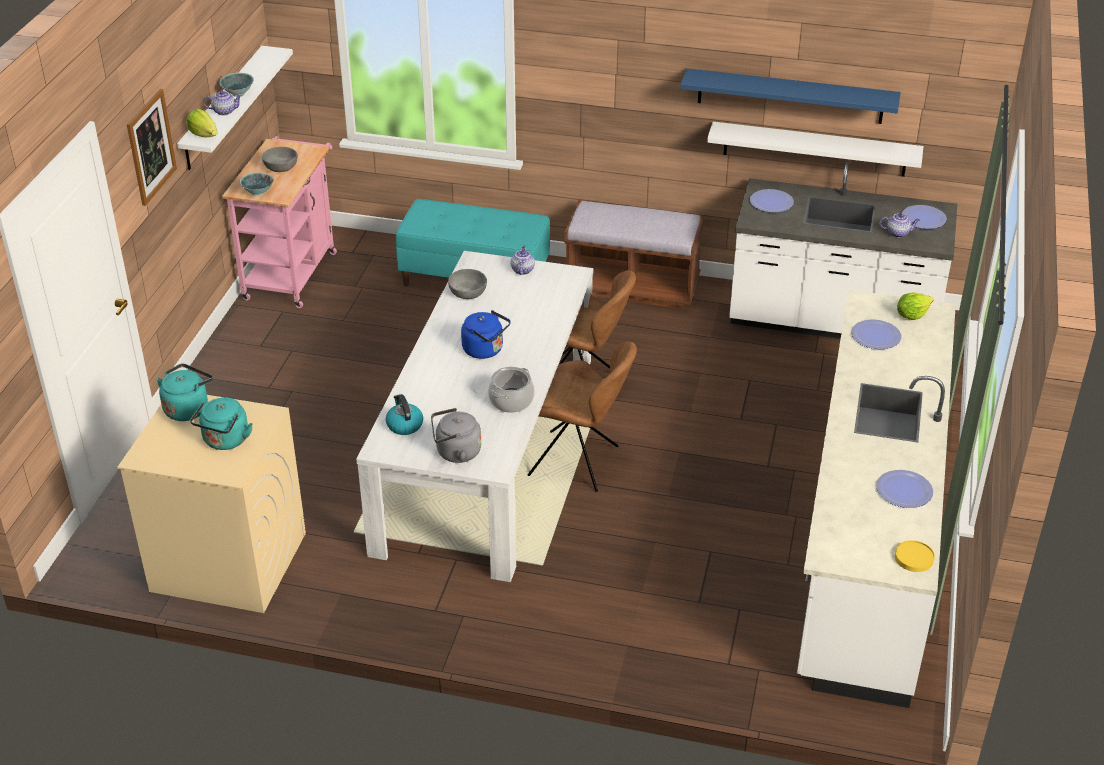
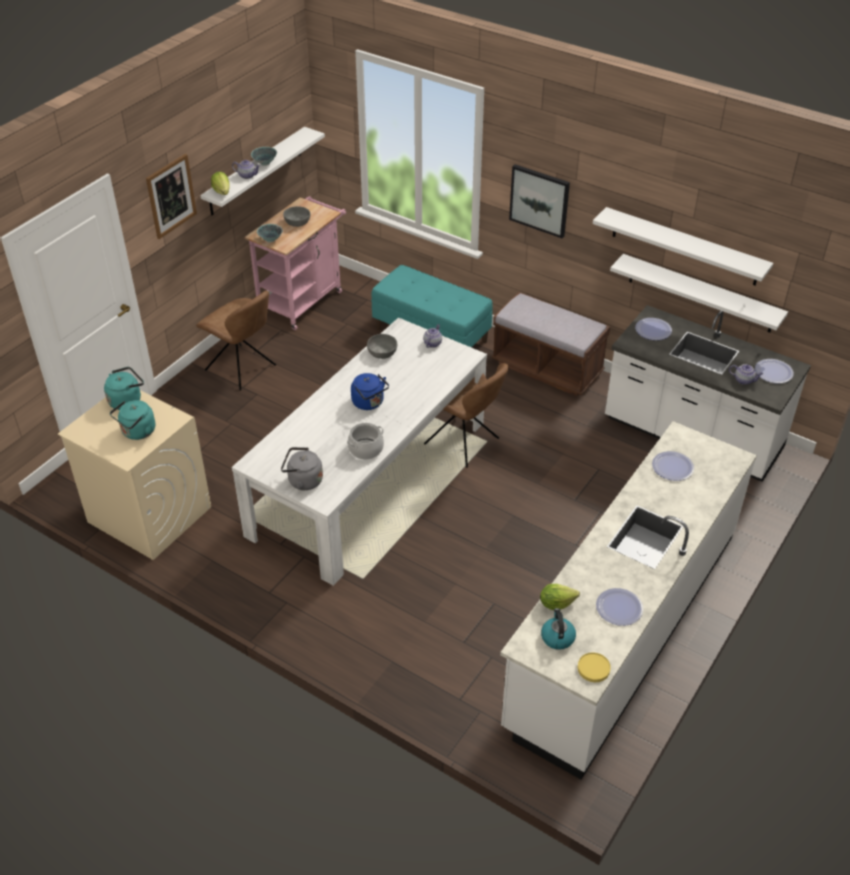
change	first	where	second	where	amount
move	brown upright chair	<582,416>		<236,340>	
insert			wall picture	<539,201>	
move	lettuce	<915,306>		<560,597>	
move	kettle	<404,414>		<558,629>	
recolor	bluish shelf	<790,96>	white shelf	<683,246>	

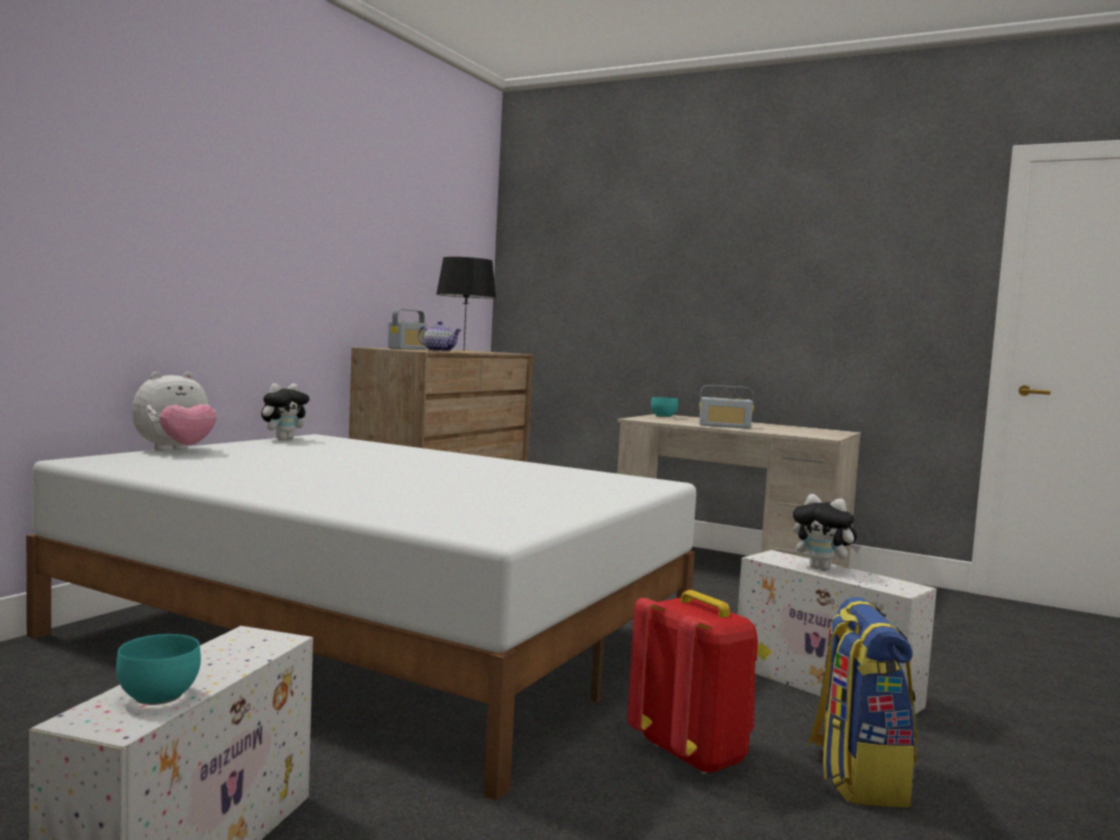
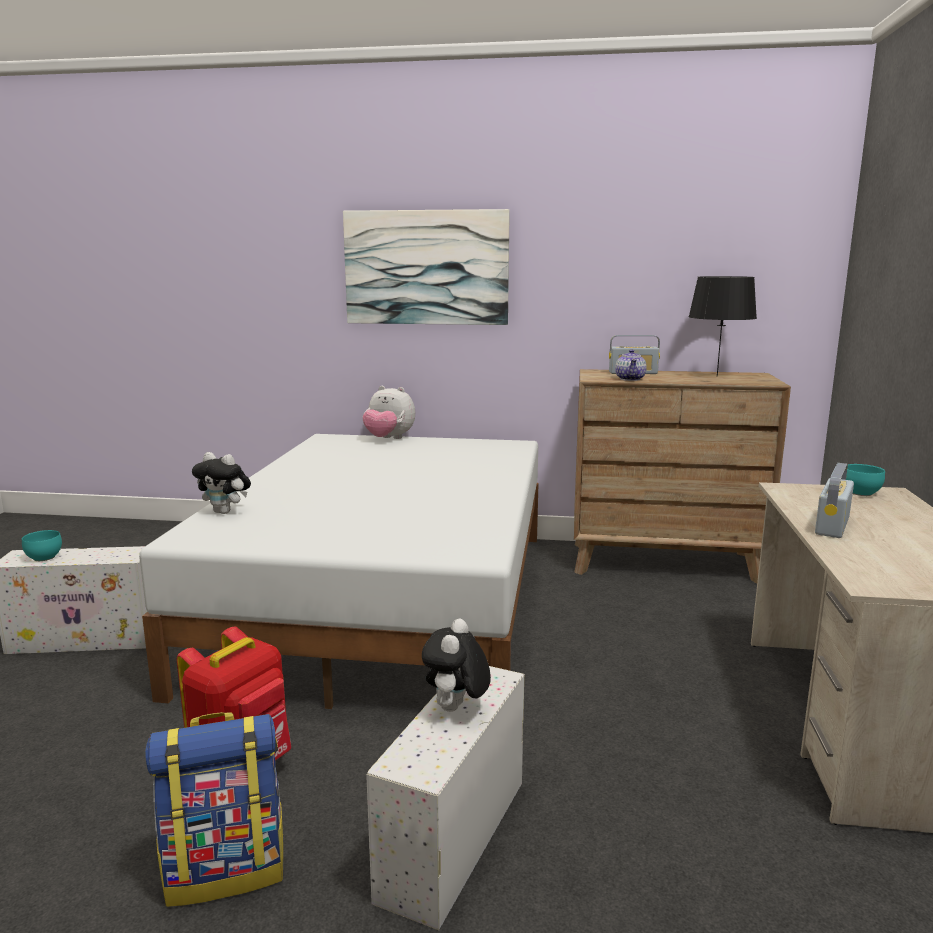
change	first	where	second	where	amount
move	soft toy	<285,411>		<221,483>	
insert			wall picture	<426,267>	
rotate	radio	<726,407>		<834,500>	45 degrees clockwise

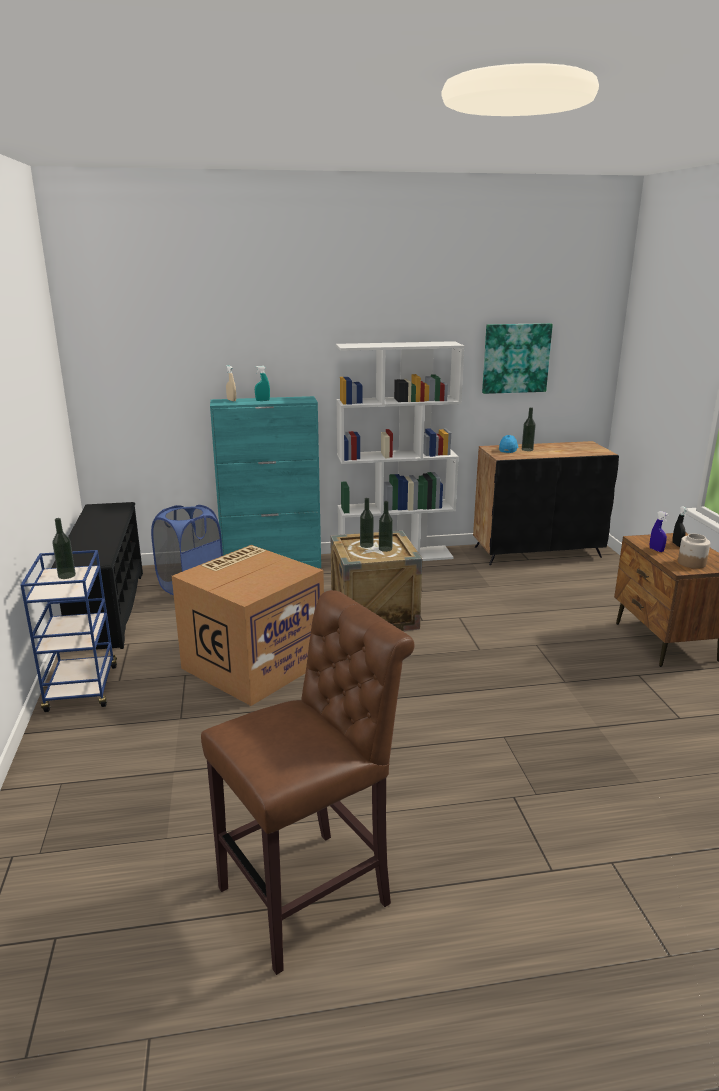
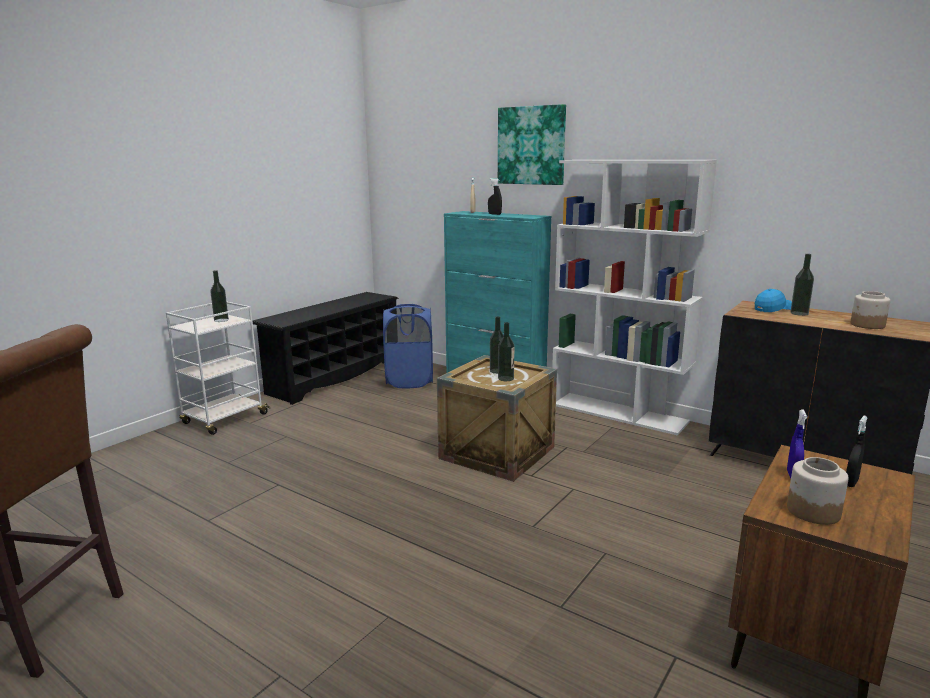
change	first	where	second	where	amount
recolor	bluish wheeled cart	<69,631>	white wheeled cart	<218,368>	
recolor	turquoise-coloured sprayer	<262,383>	black sprayer	<495,196>	
move	wall picture	<517,358>		<532,144>	
insert			jar	<870,310>	
delete	carton	<248,625>			

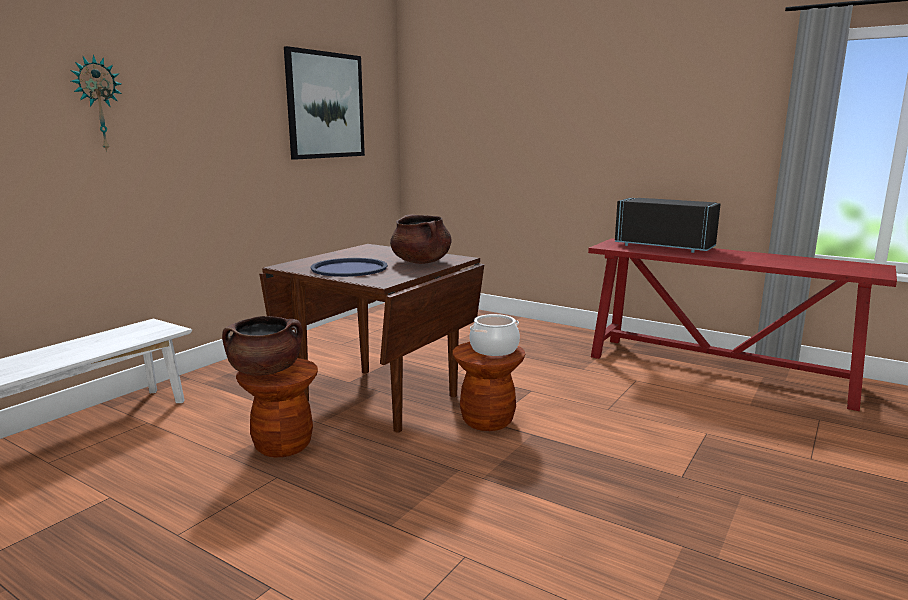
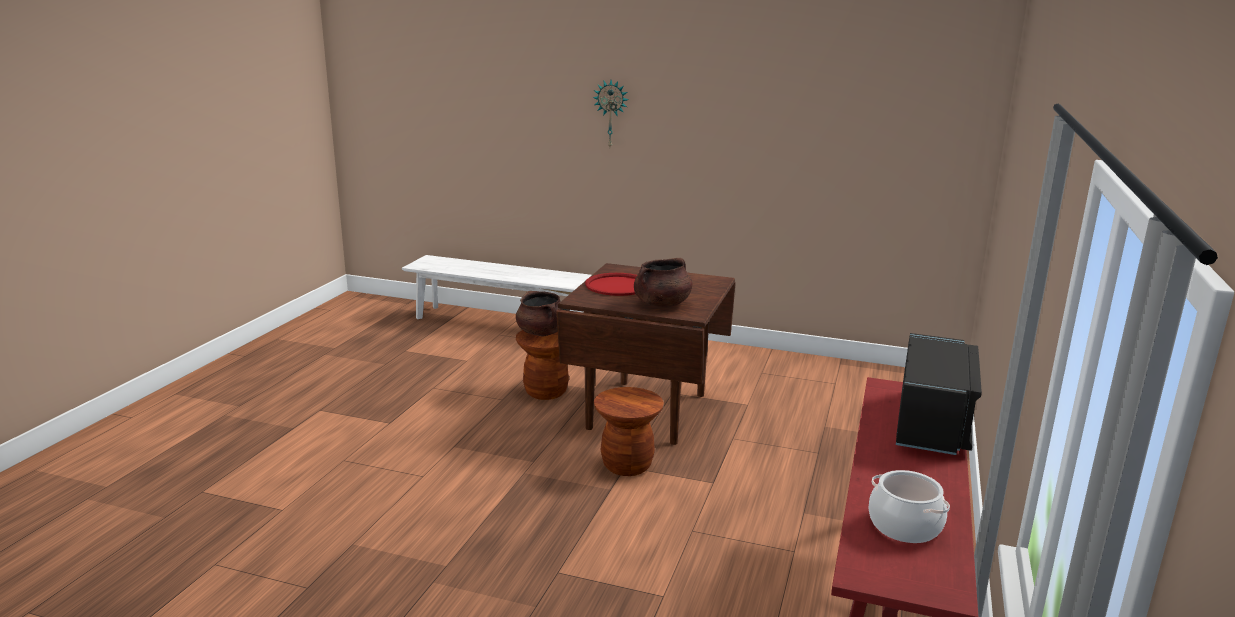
change	first	where	second	where	amount
recolor	bluish carrying tray	<349,267>	red carrying tray	<611,284>	
move	cooking pot	<495,335>		<909,506>	
delete	wall picture	<324,103>			

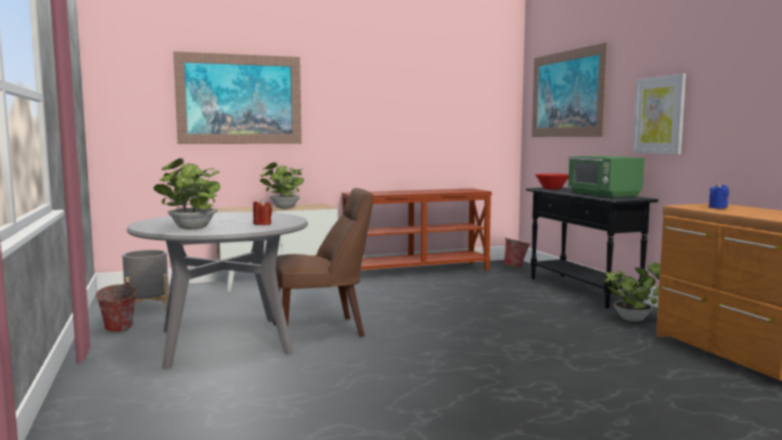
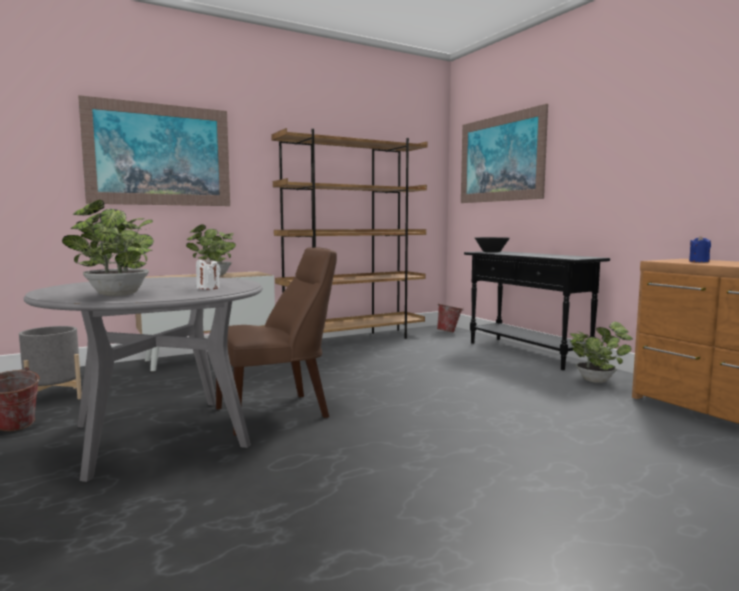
change	first	where	second	where	amount
recolor	red candle	<262,212>	white candle	<208,273>	
replace	brown console table	<416,229>	brown bookshelf	<349,233>	
recolor	red serving bowl	<552,182>	black serving bowl	<492,245>	
delete	green microwave oven	<606,177>			
delete	wall picture	<659,114>			

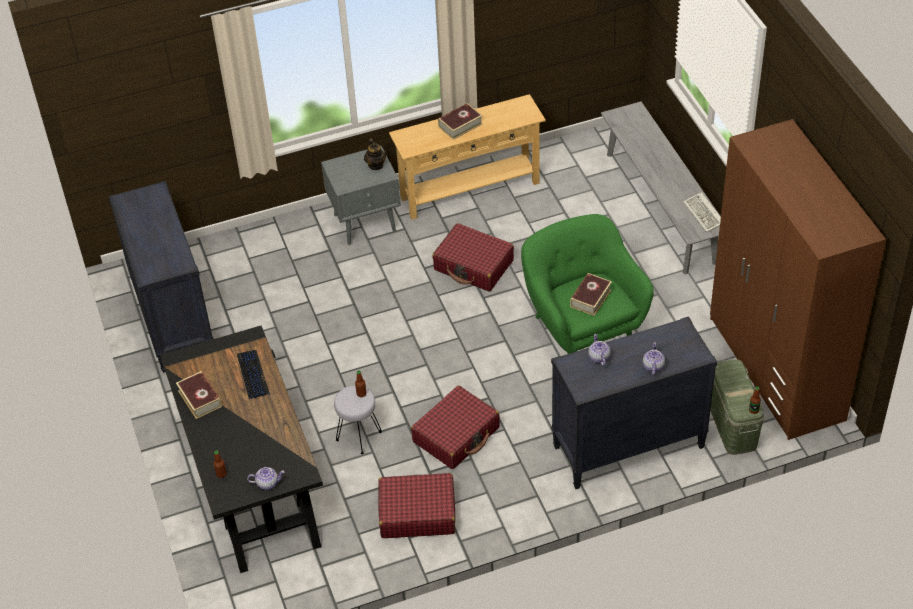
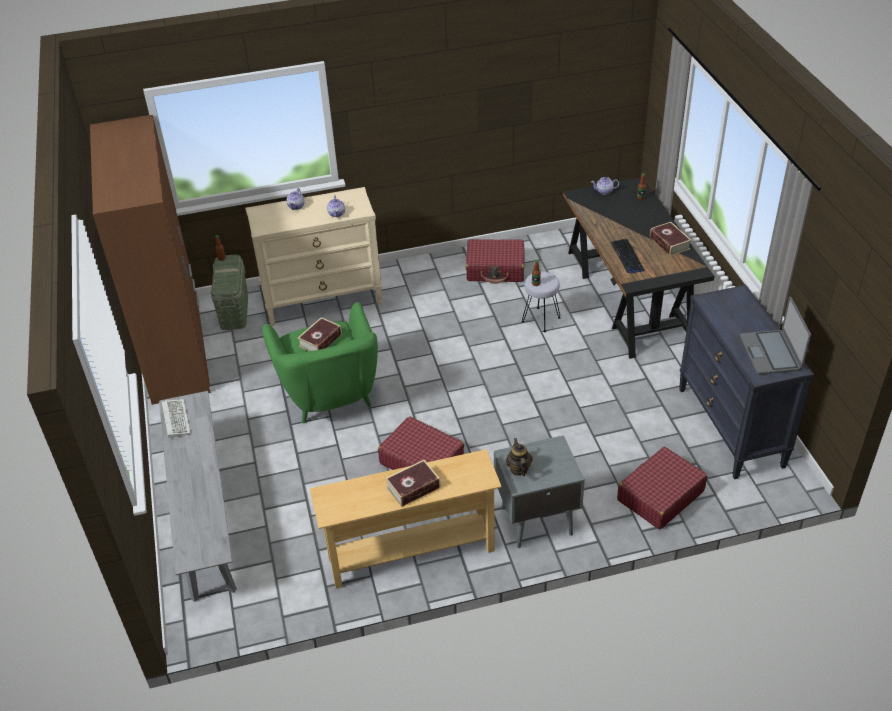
change	first	where	second	where	amount
recolor	black chest of drawers	<634,402>	beige chest of drawers	<313,256>	
move	red suitcase	<455,427>		<662,488>	
insert			laptop	<775,336>	

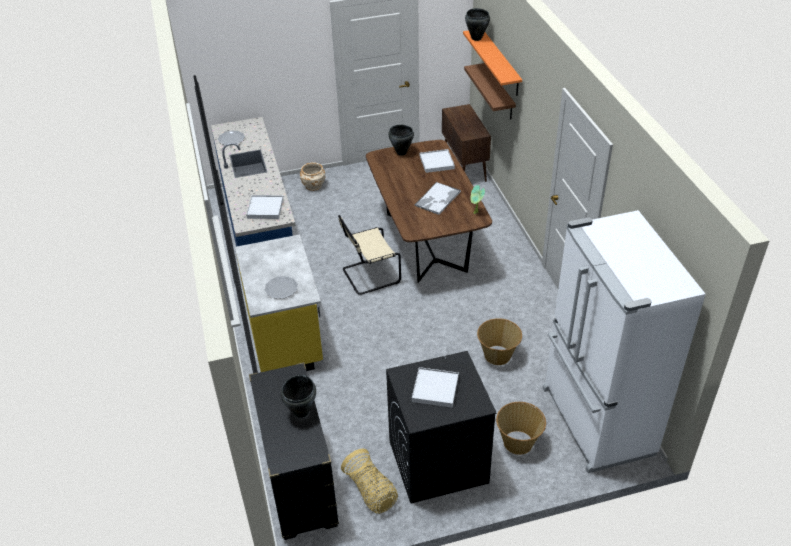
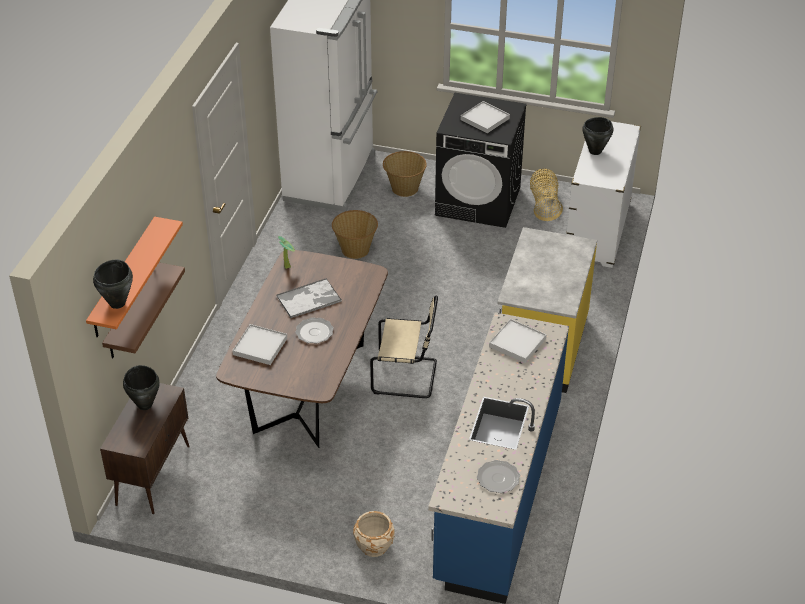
change	first	where	second	where	amount
move	black cooking pot	<401,140>		<141,387>	
move	flat dish	<281,287>		<314,330>	
recolor	black chest of drawers	<294,451>	white chest of drawers	<603,194>	

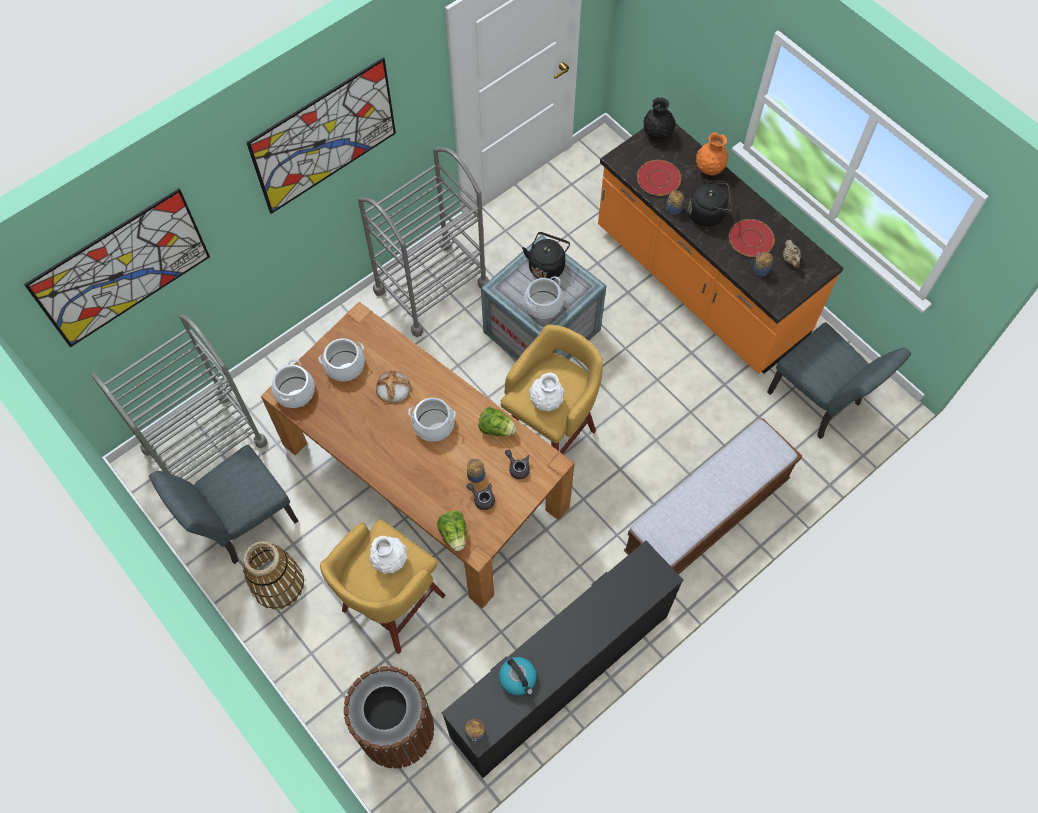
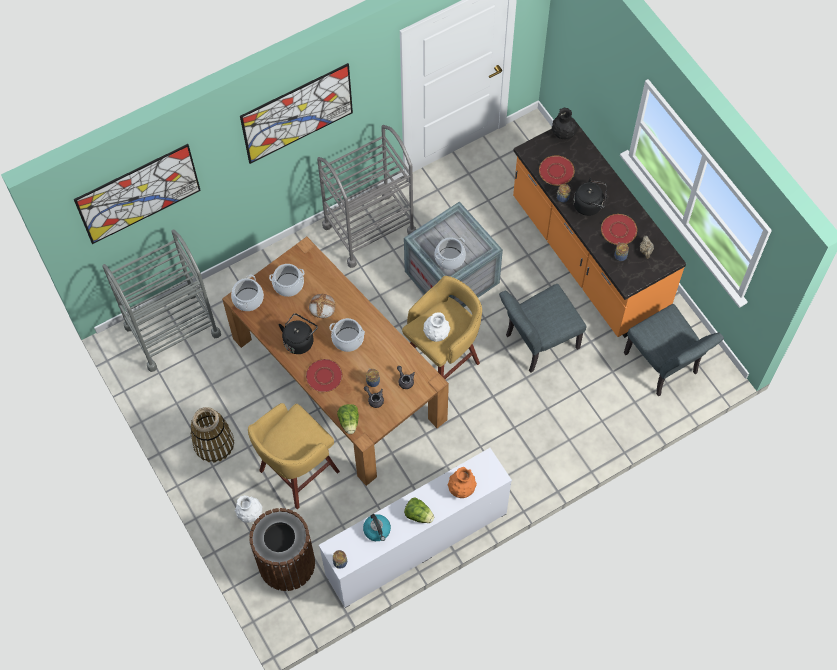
change	first	where	second	where	amount
move	white flower vase	<388,555>		<248,509>	
move	black kettle	<546,256>		<298,333>	
insert			red flat dish	<324,376>	
recolor	black chest of drawers	<562,659>	white chest of drawers	<415,528>	
move	lettuce	<497,421>		<419,510>	
move	orange flower vase	<712,153>		<462,482>	
move	greyish upright chair	<223,504>		<542,328>	
delete	long seat	<713,496>			

